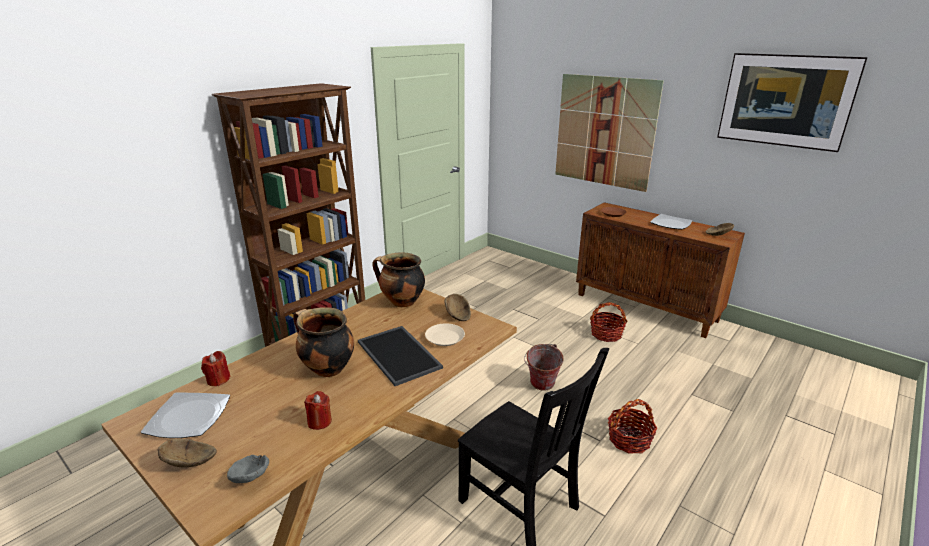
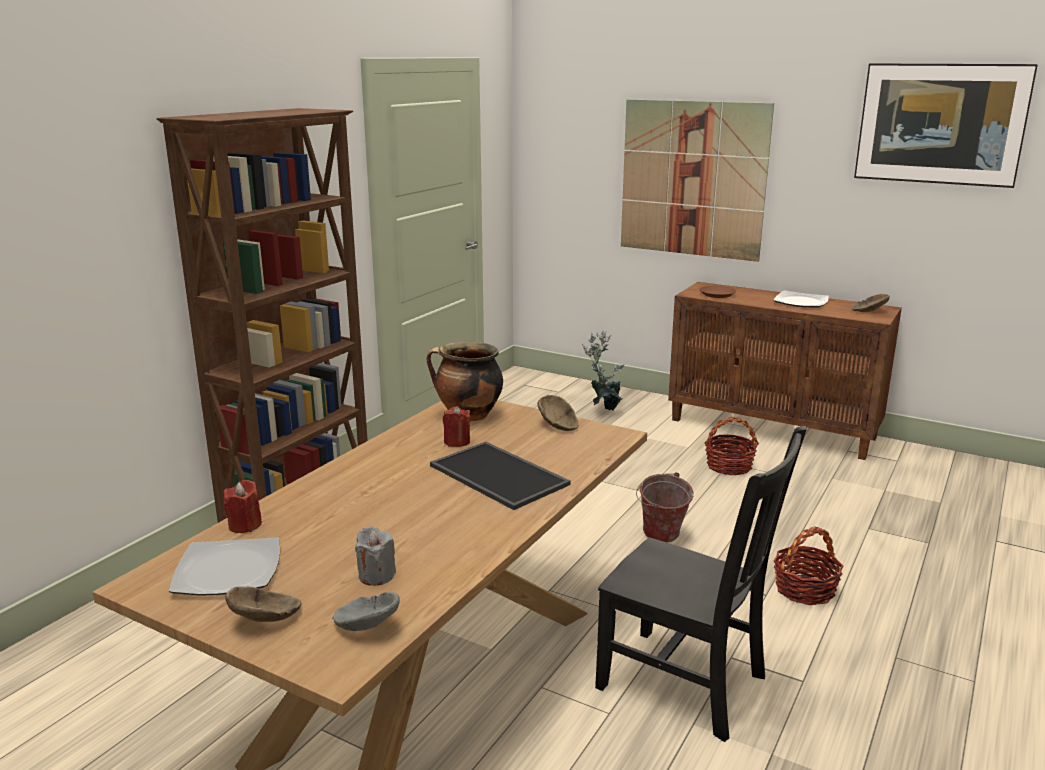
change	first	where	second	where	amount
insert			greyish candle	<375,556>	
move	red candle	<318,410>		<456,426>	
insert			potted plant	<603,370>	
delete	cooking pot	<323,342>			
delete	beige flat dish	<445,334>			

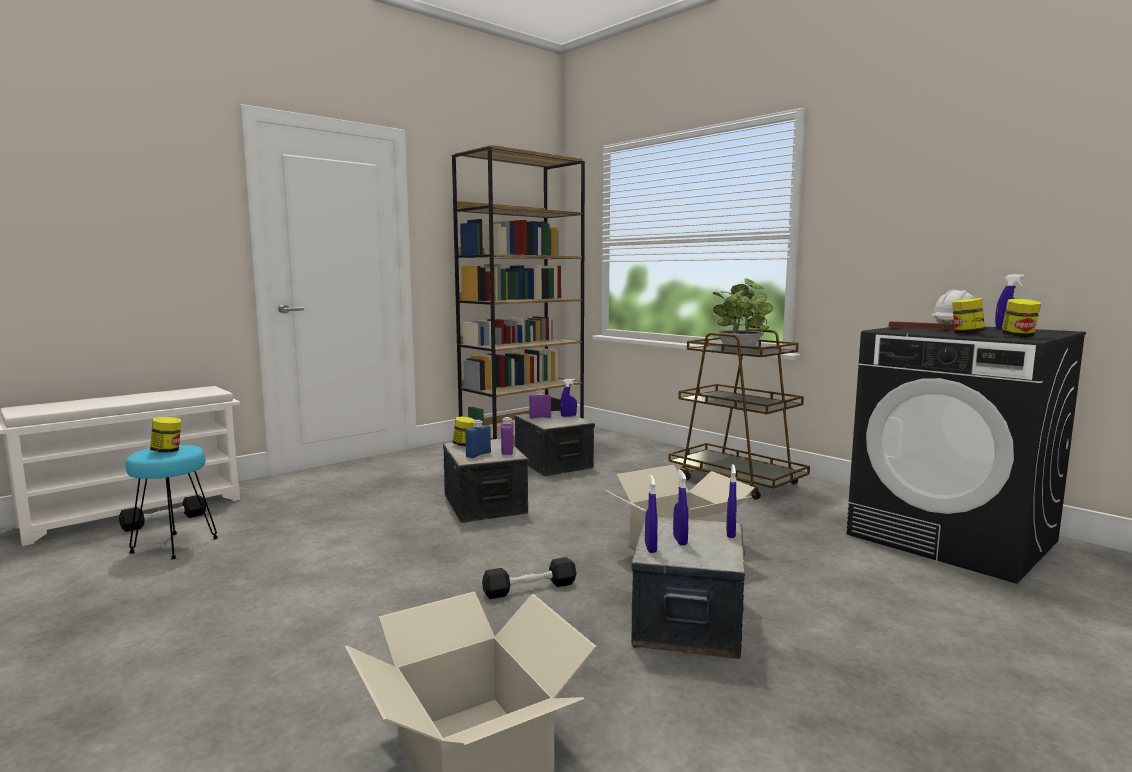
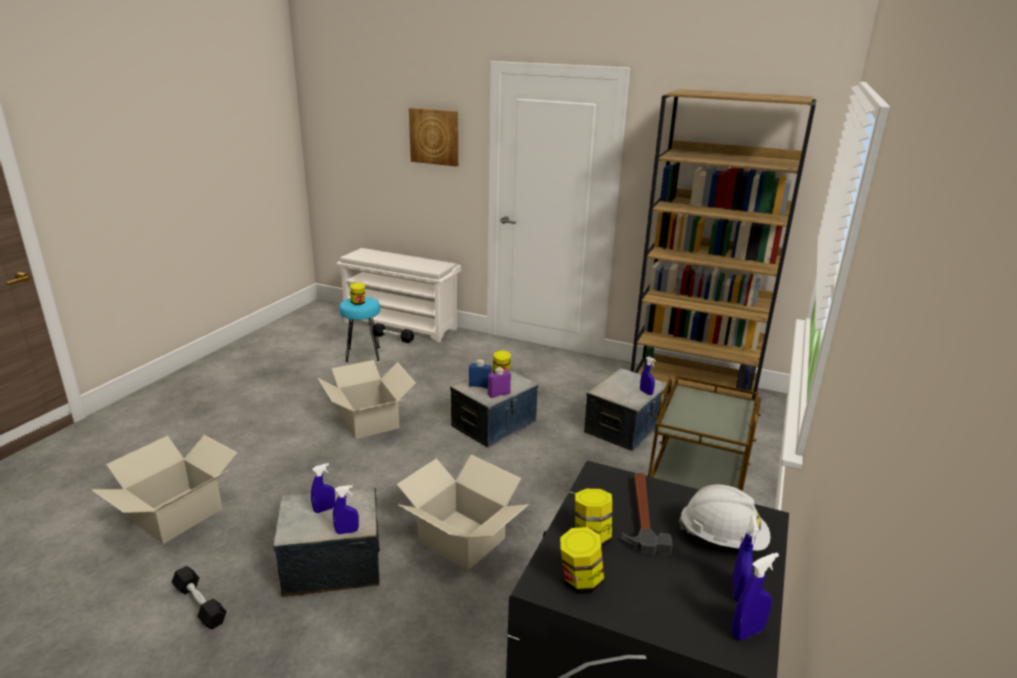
change	first	where	second	where	amount
move	black hand weight	<529,578>		<199,597>	
insert			carton	<367,399>	
insert			wall picture	<433,137>	
move	bluish sprayer	<651,514>		<755,596>	
delete	purple-coloured drink bottle	<540,404>			
delete	potted plant	<743,314>			

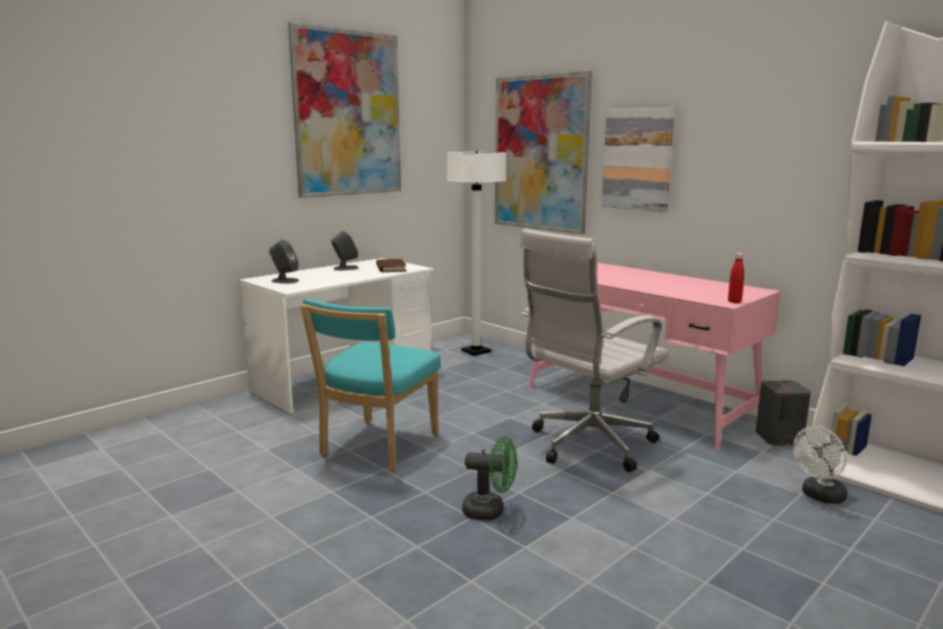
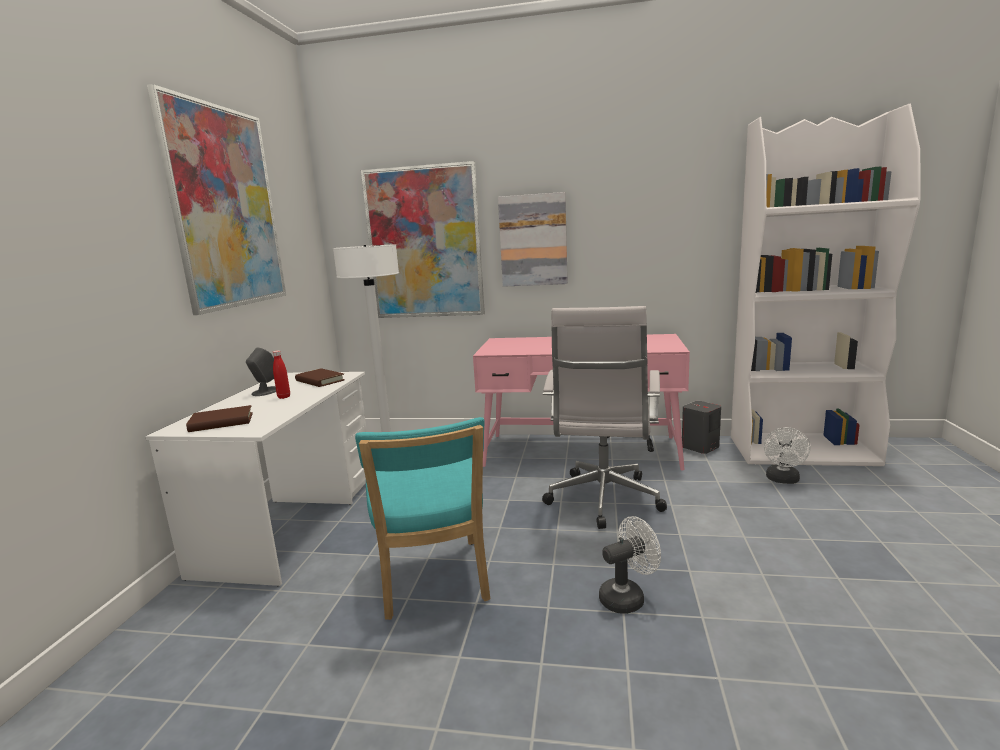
change	first	where	second	where	amount
replace	greyish speaker	<284,261>	brown volume	<219,418>	
move	red drink bottle	<736,278>		<281,374>	
recolor	green fan	<489,478>	white fan	<630,565>	

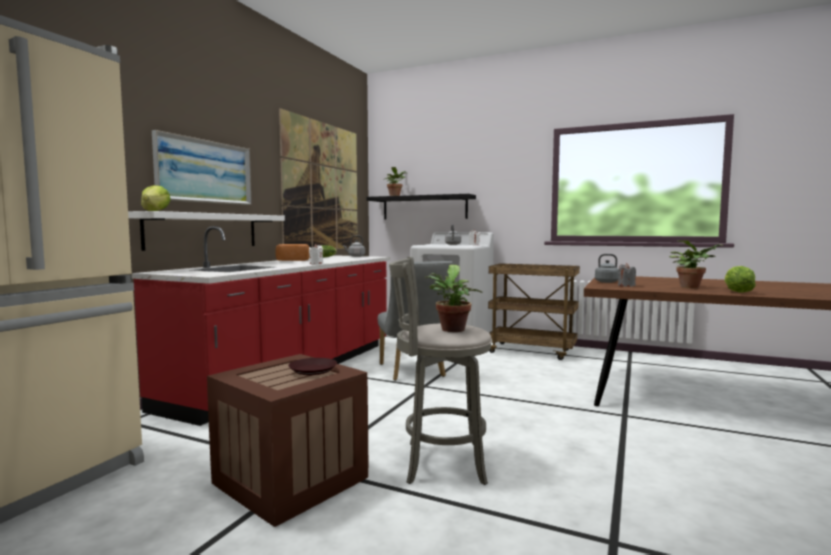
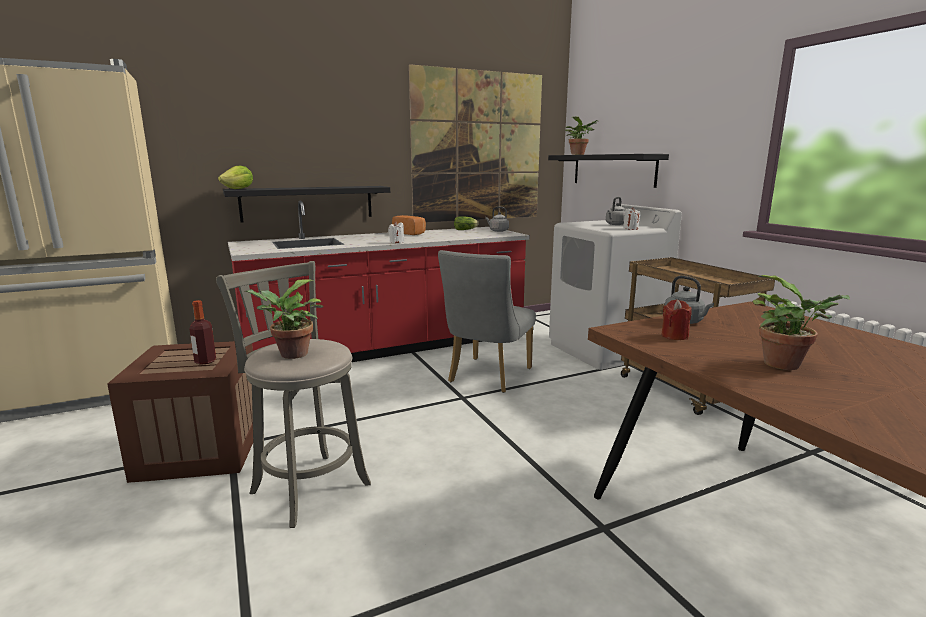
change	first	where	second	where	amount
replace	brown flat dish	<312,366>	drink bottle	<202,332>	
recolor	white shelf	<206,231>	black shelf	<306,204>	
recolor	greyish candle	<627,275>	red candle	<677,319>	
delete	wall picture	<202,167>			
delete	lettuce	<740,279>			

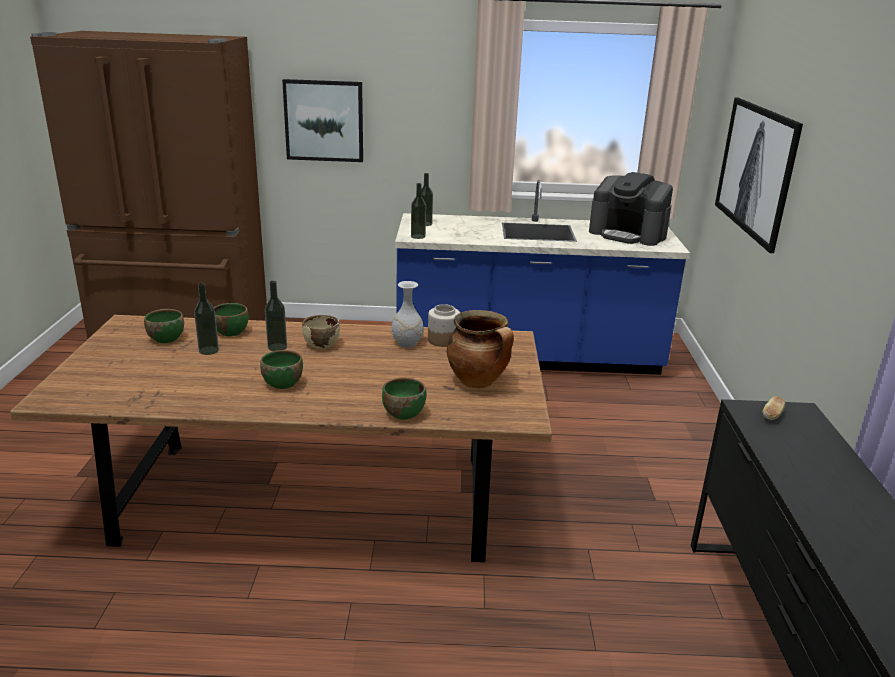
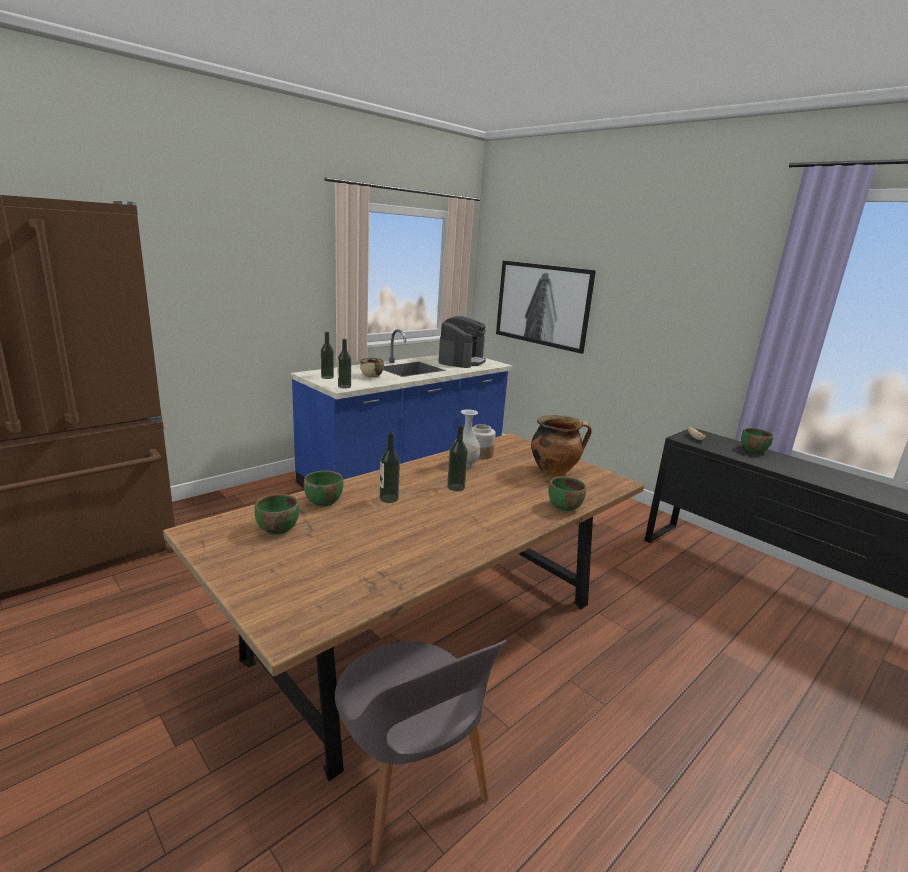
change	first	where	second	where	amount
insert			greyish upright chair	<421,752>	
move	beige serving bowl	<321,332>		<372,368>	
rotate	coffee maker	<631,209>		<462,342>	60 degrees counterclockwise
move	drink bottle	<206,319>		<457,458>	
move	green serving bowl	<281,369>		<757,440>	
delete	wall picture	<322,120>			

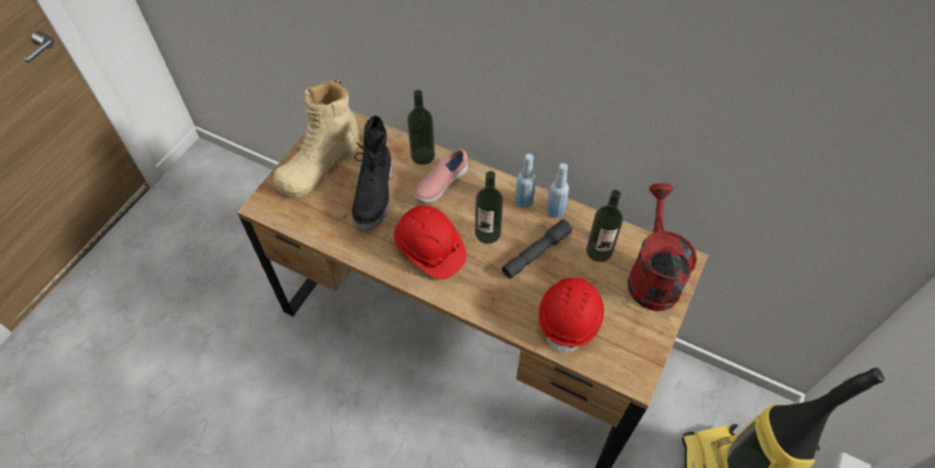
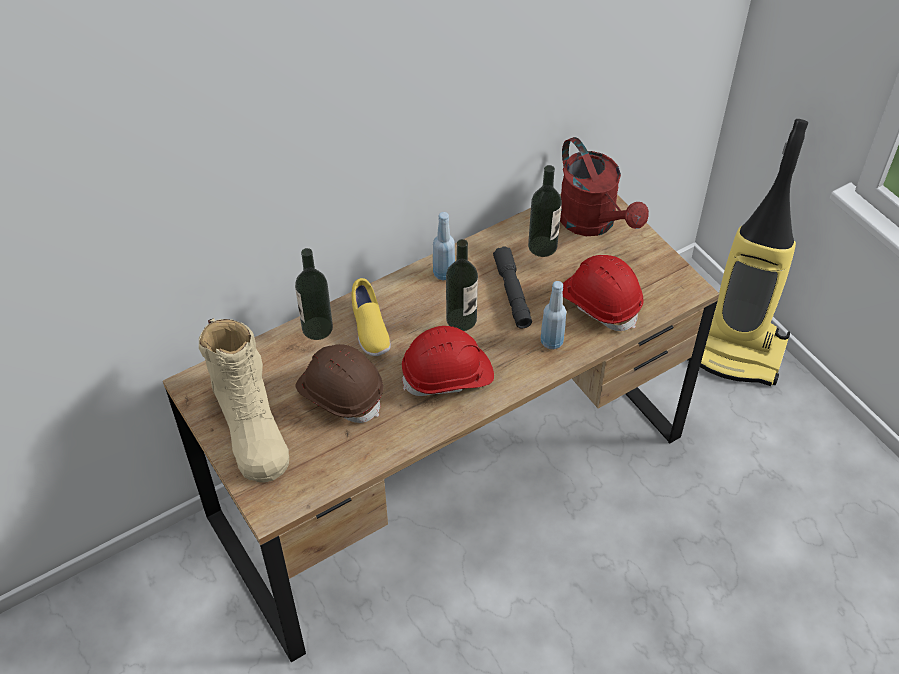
change	first	where	second	where	amount
replace	black boot	<372,173>	brown hard hat	<339,383>	
recolor	pinkish low shoe	<441,175>	yellow-coloured low shoe	<371,317>	
move	bluish drink bottle	<557,190>		<554,315>	
rotate	red watering pot	<662,247>		<604,186>	150 degrees counterclockwise

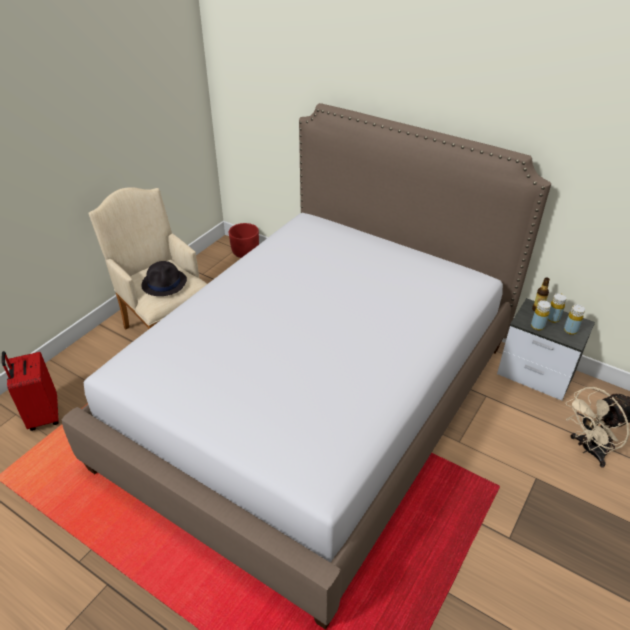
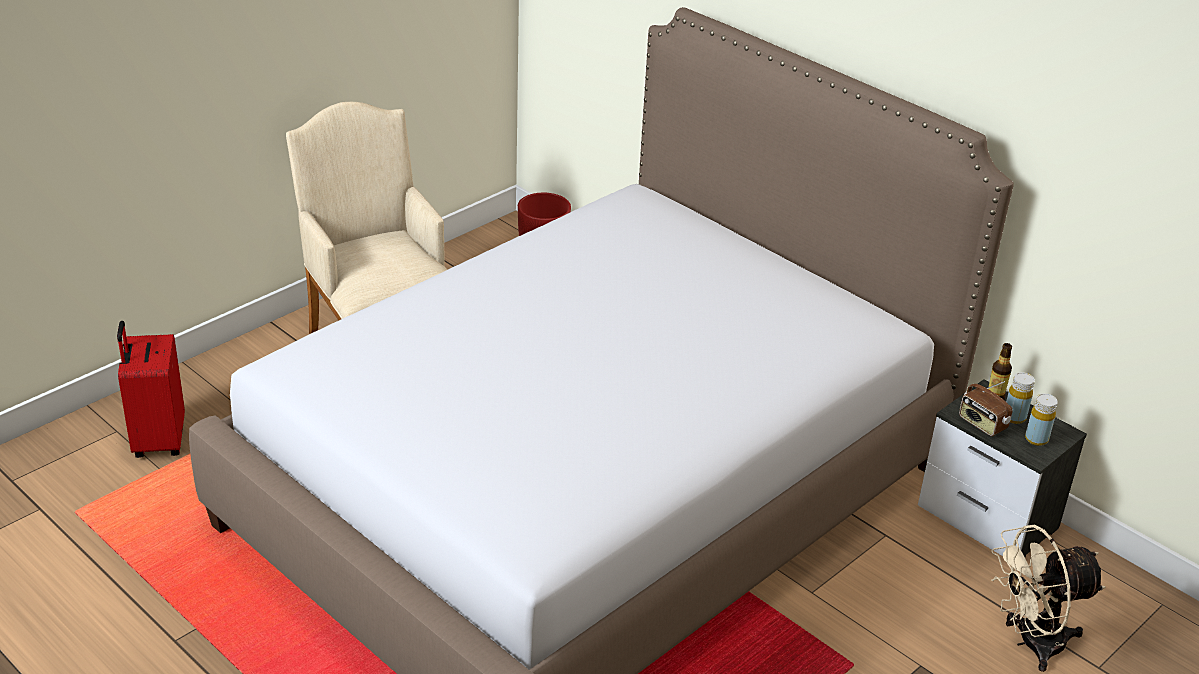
change	first	where	second	where	amount
replace	yellow-coloured drink bottle	<541,315>	radio	<986,408>	
delete	black wearable hat	<164,278>			

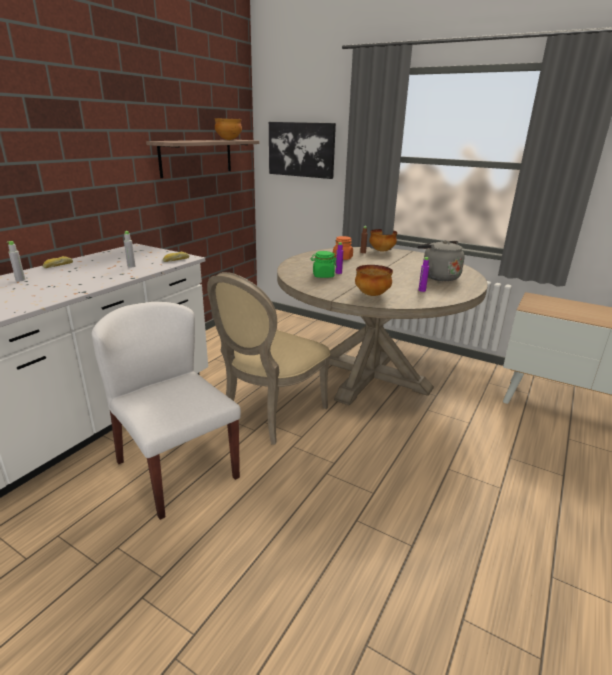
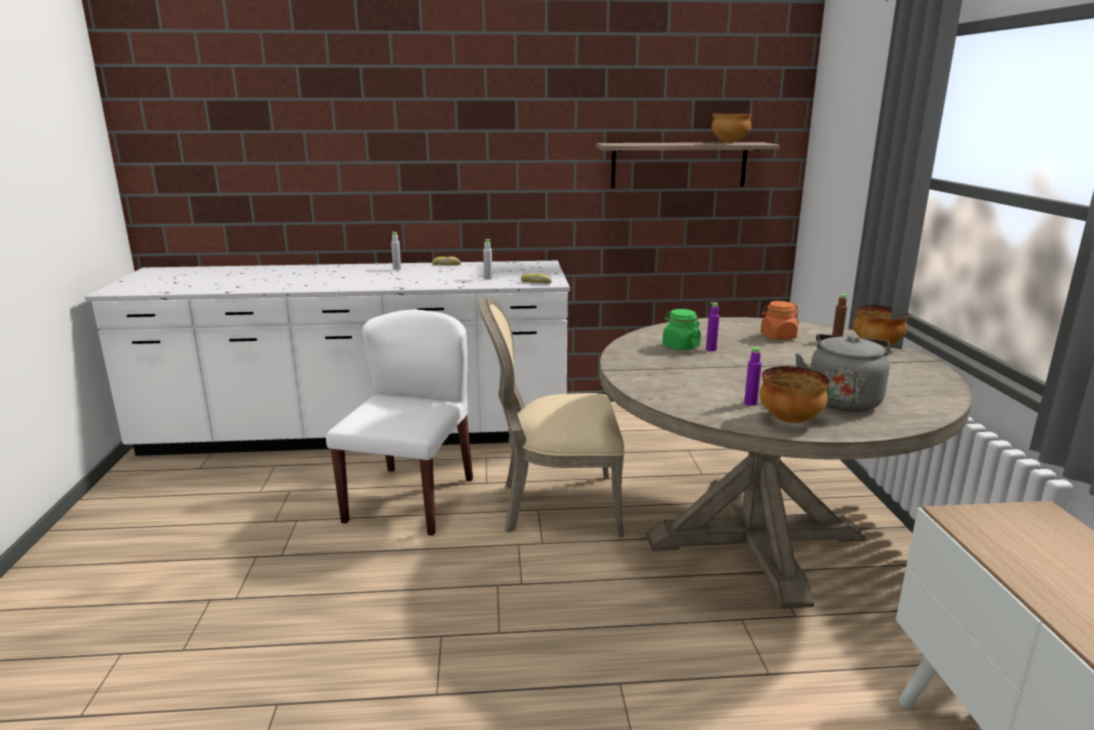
change	first	where	second	where	amount
move	serving bowl	<374,280>		<794,394>	
delete	wall picture	<302,150>			

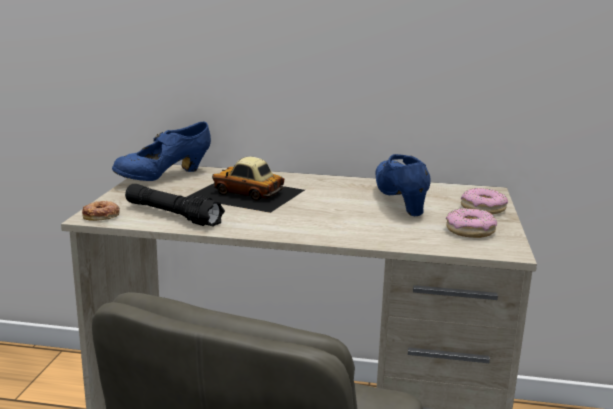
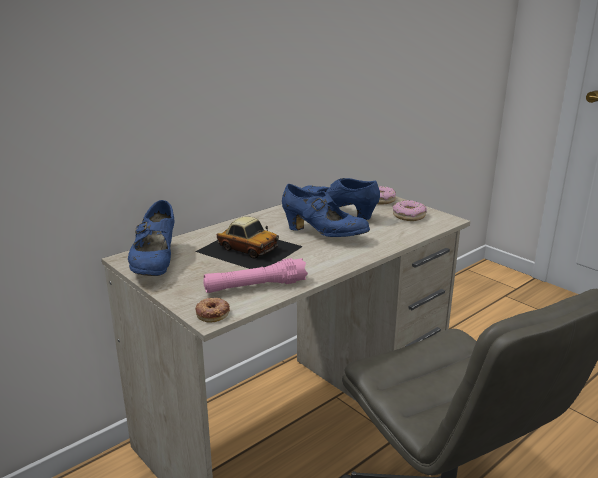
change	first	where	second	where	amount
rotate	miniature car	<246,185>		<249,242>	120 degrees counterclockwise
recolor	black torch	<175,205>	pinkish torch	<255,275>	
insert			bluish low shoe	<326,210>	

